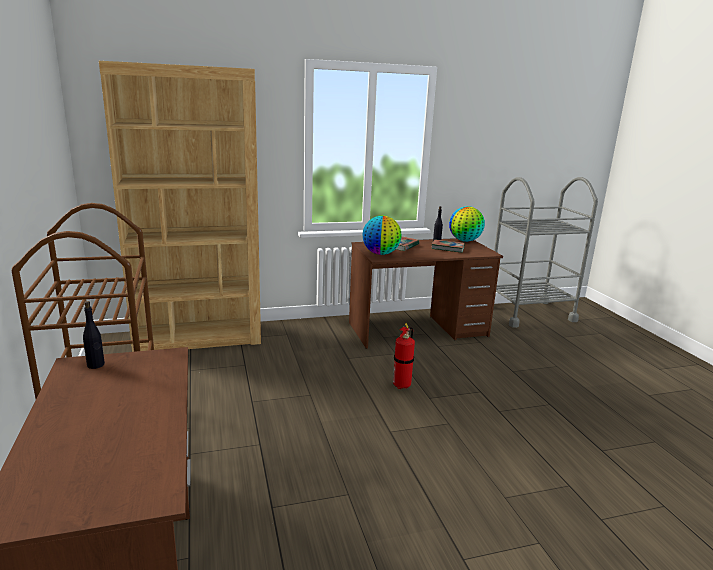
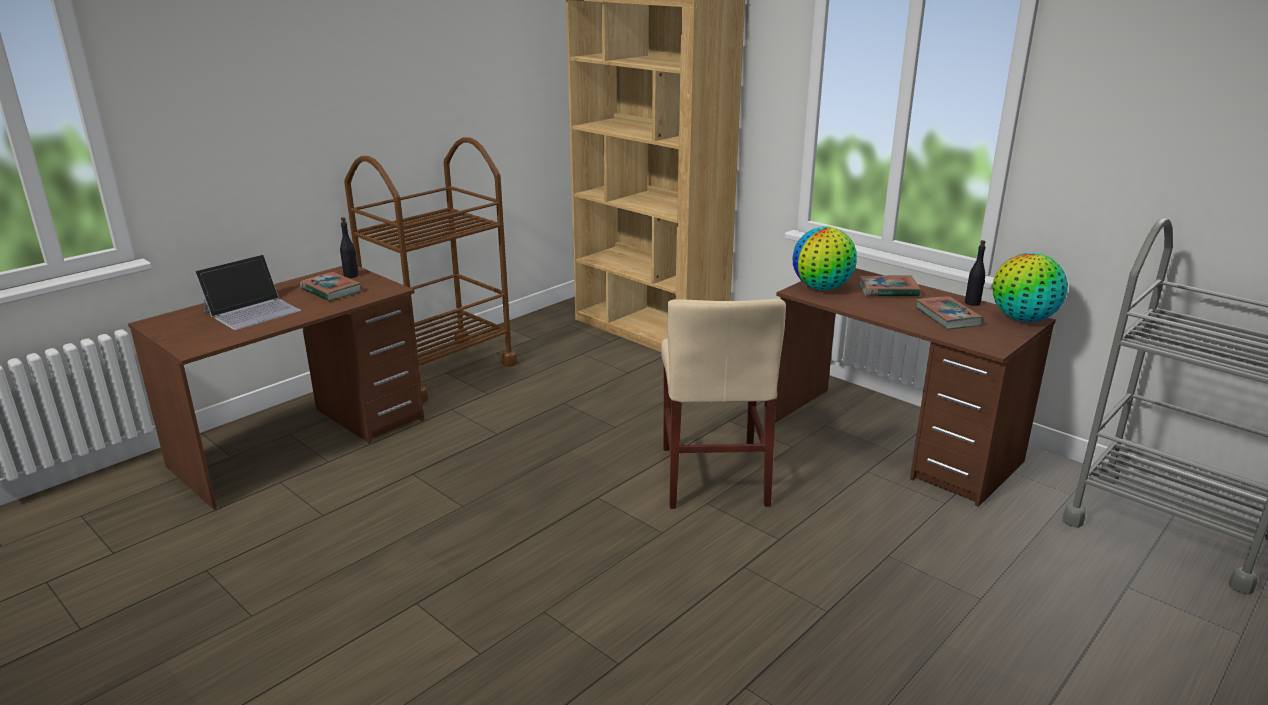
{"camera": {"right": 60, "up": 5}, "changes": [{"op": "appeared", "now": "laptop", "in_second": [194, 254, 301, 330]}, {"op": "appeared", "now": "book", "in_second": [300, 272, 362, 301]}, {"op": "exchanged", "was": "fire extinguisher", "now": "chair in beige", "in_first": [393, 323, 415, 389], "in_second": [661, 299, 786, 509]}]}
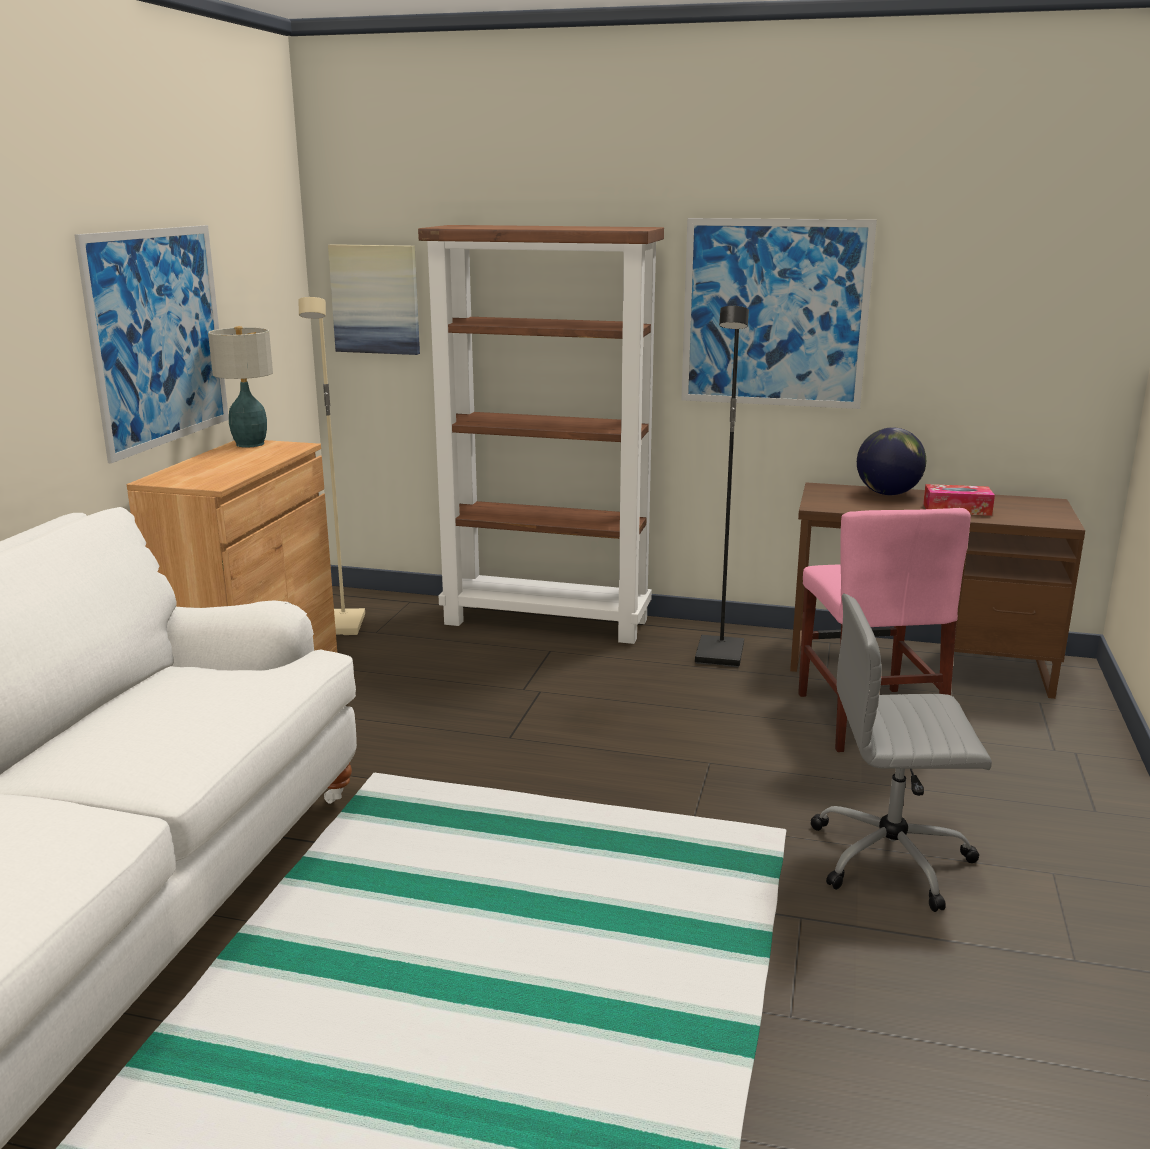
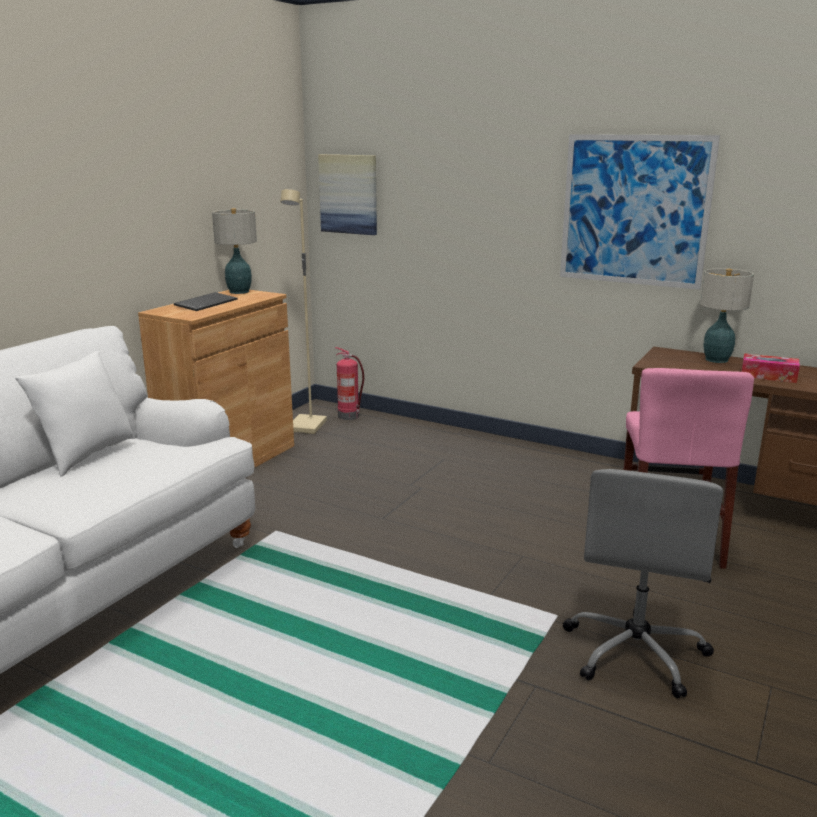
{"camera": {"right": 15, "up": 0}, "changes": [{"op": "appeared", "now": "throw pillow in white", "in_second": [15, 351, 135, 477]}, {"op": "appeared", "now": "keyboard", "in_second": [174, 292, 237, 311]}, {"op": "appeared", "now": "fire extinguisher", "in_second": [335, 347, 364, 420]}, {"op": "spun", "was": "computer chair in greyish", "in_first": [811, 593, 992, 912], "in_second": [563, 469, 723, 698], "clockwise": -90}, {"op": "exchanged", "was": "globe", "now": "lamp for a table", "in_first": [857, 427, 926, 495], "in_second": [700, 268, 754, 363]}, {"op": "missing", "was": "picture", "in_first": [74, 225, 229, 463]}, {"op": "missing", "was": "bookcase in brown", "in_first": [418, 225, 664, 644]}, {"op": "missing", "was": "standing lamp in black", "in_first": [695, 306, 749, 667]}]}
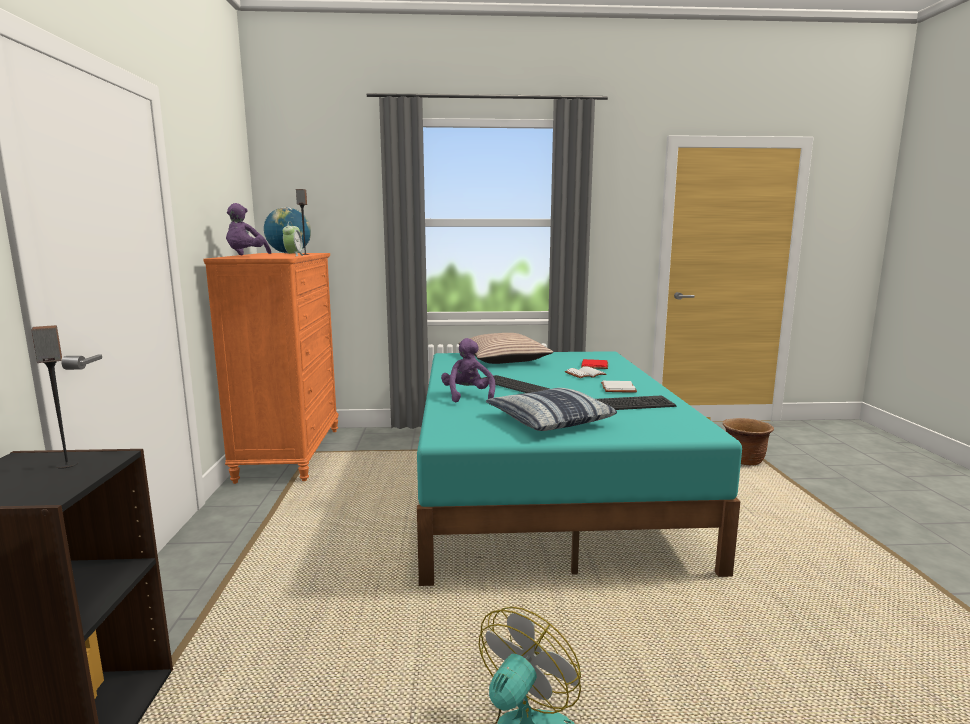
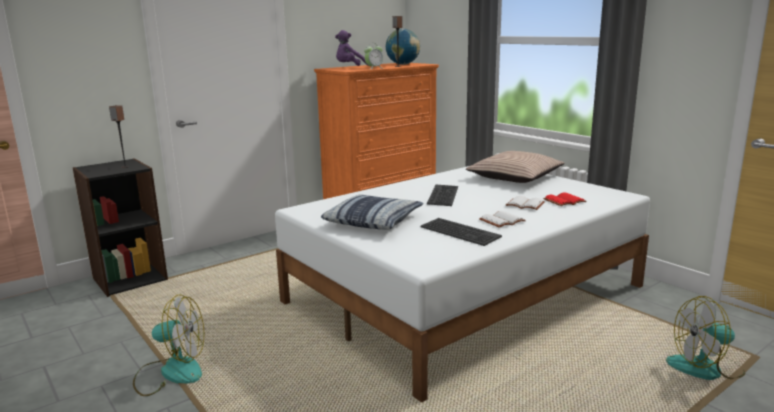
{"camera": {"right": 55, "up": 5}, "changes": [{"op": "colour", "was": "bed in blue-green", "now": "bed in white", "in_first": [417, 351, 742, 586], "in_second": [275, 166, 650, 403]}, {"op": "exchanged", "was": "planter in brown", "now": "electric fan", "in_first": [723, 418, 774, 465], "in_second": [666, 296, 745, 380]}, {"op": "missing", "was": "cuddly toy in purplish", "in_first": [441, 338, 495, 402]}]}
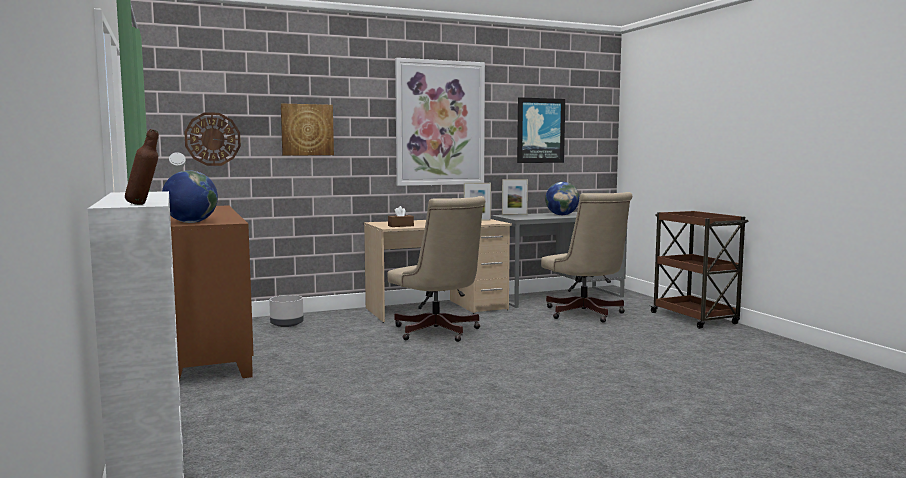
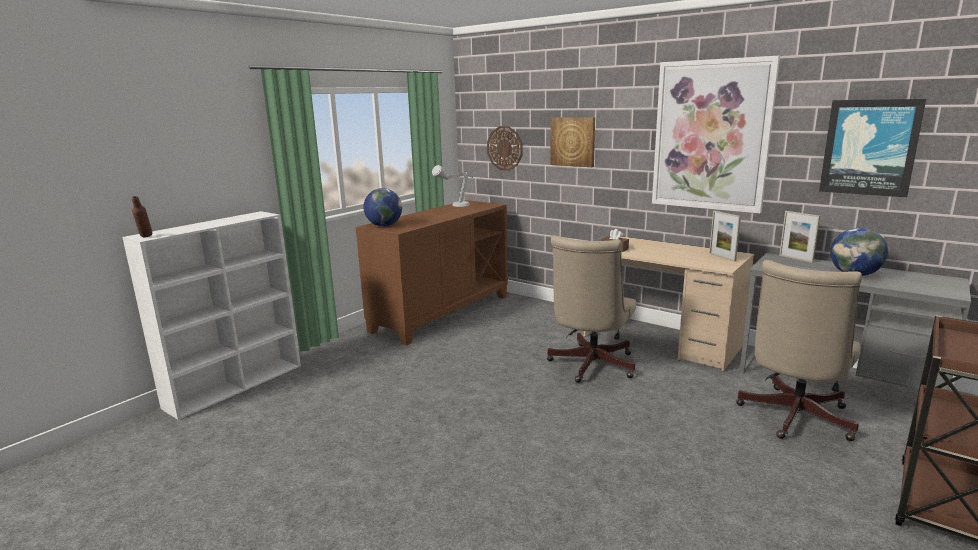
{"camera": {"right": 60, "up": 10}, "changes": [{"op": "missing", "was": "planter in greyish", "in_first": [269, 295, 304, 327]}]}
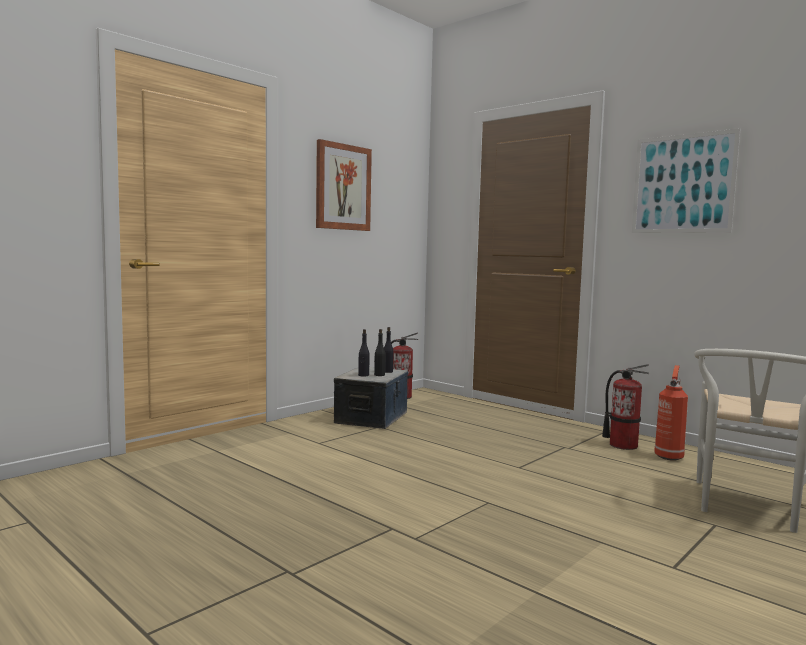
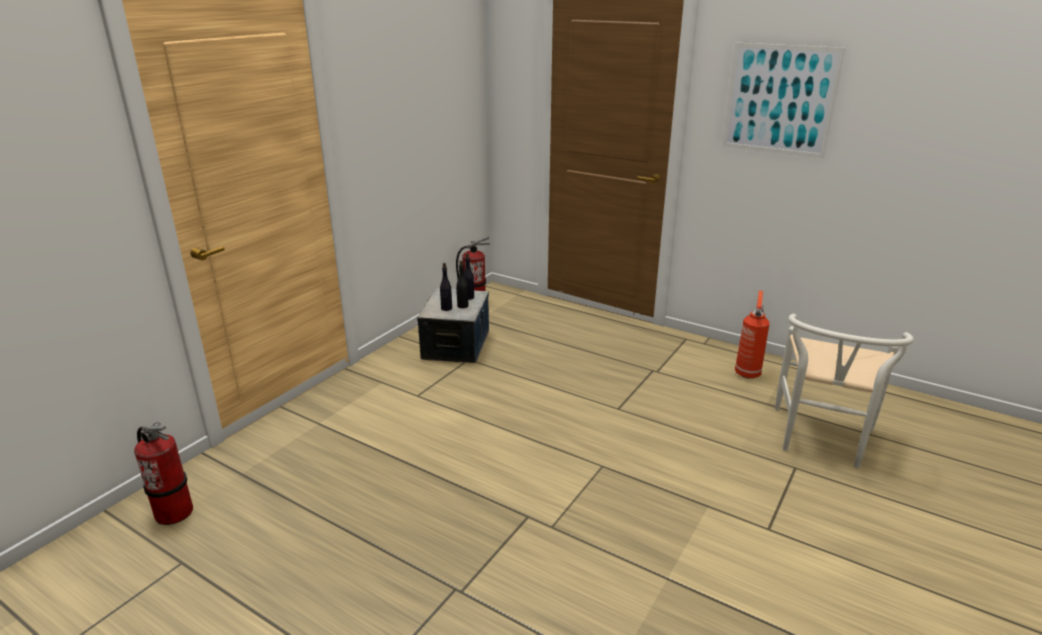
{"camera": {"right": -10, "up": 20}, "changes": [{"op": "relocated", "was": "fire extinguisher", "in_first": [602, 364, 649, 450], "in_second": [134, 422, 193, 525]}, {"op": "missing", "was": "picture", "in_first": [316, 139, 372, 231]}]}
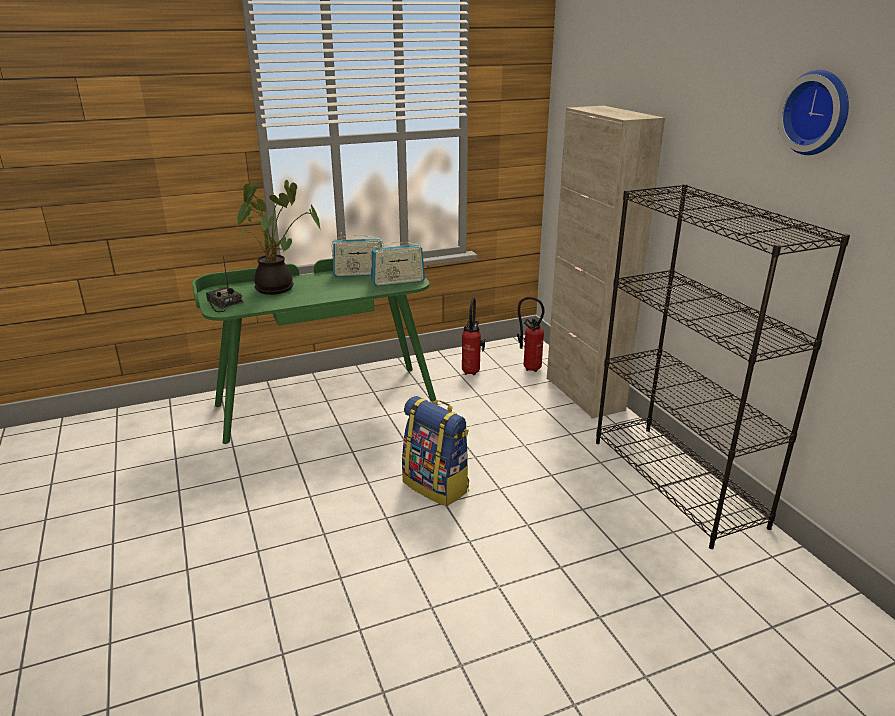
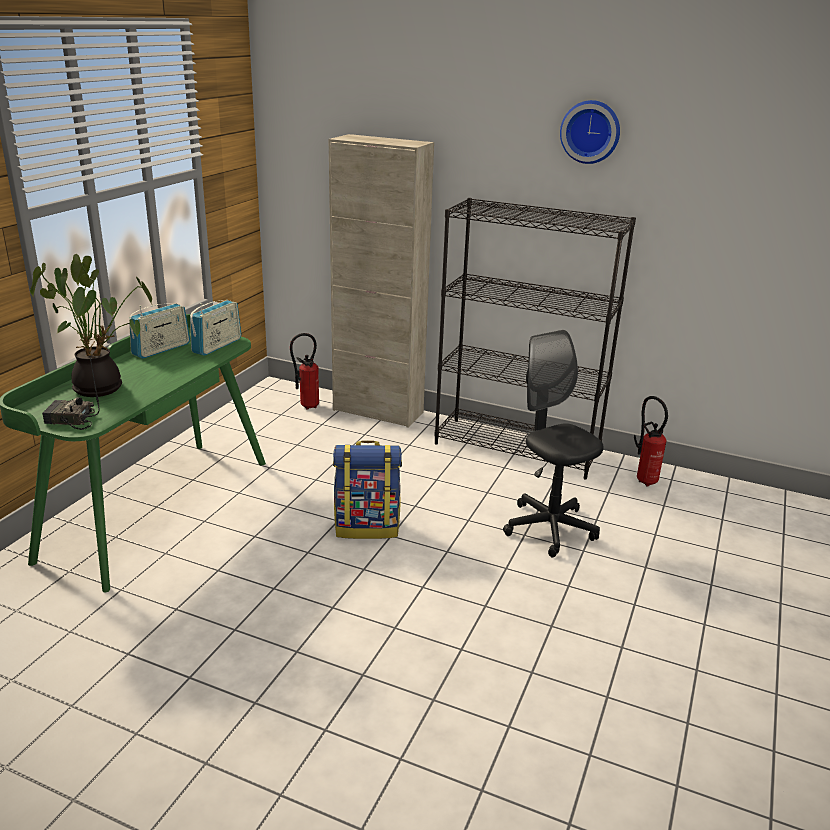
{"camera": {"right": -45, "up": 0}, "changes": [{"op": "appeared", "now": "computer chair in black", "in_second": [503, 330, 604, 557]}, {"op": "relocated", "was": "fire extinguisher", "in_first": [462, 297, 485, 375], "in_second": [634, 396, 668, 487]}]}
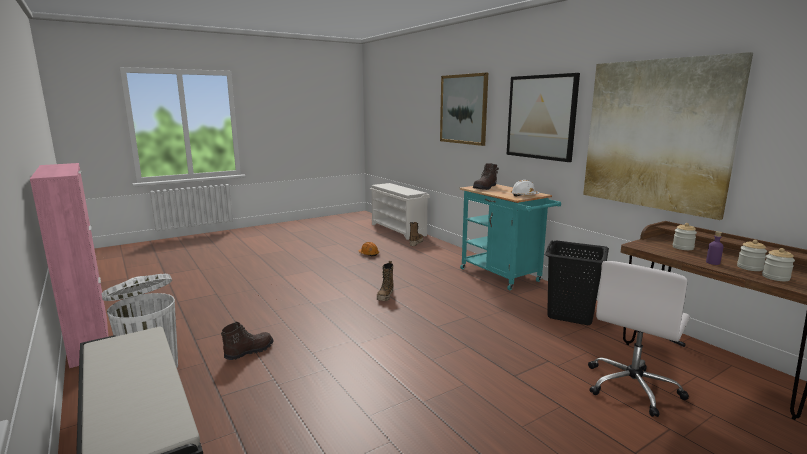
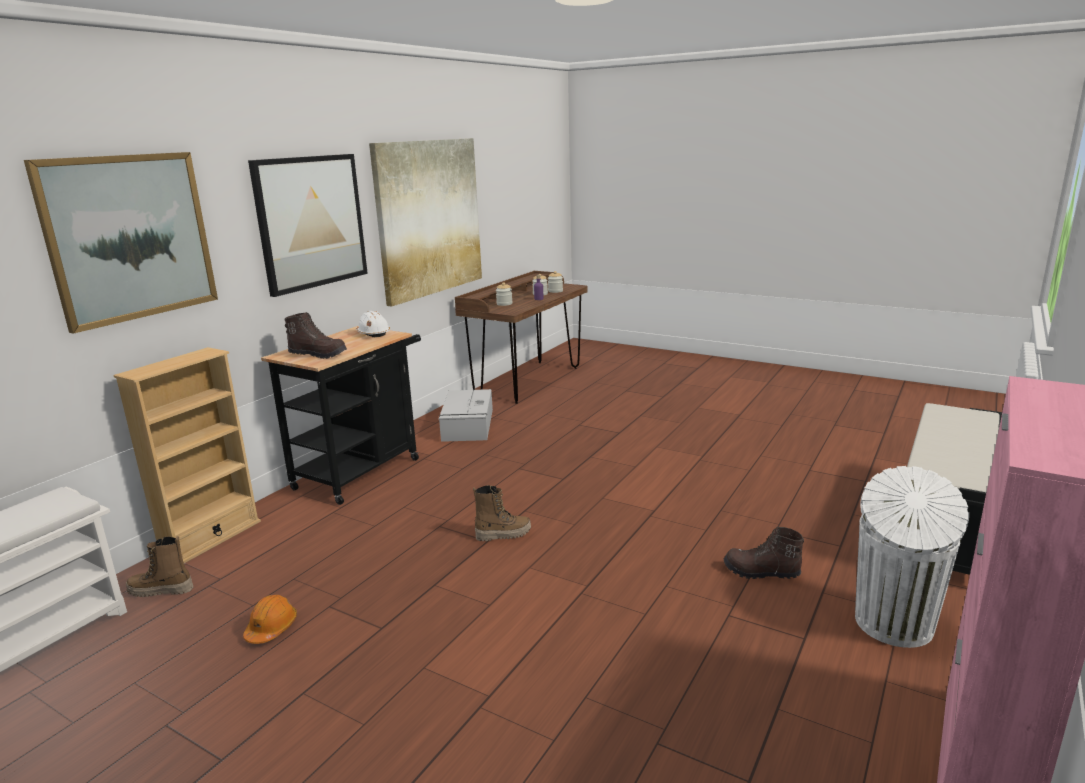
{"camera": {"right": -115, "up": 5}, "changes": [{"op": "appeared", "now": "bookcase in beige", "in_second": [113, 347, 261, 563]}, {"op": "colour", "was": "trolley in blue-green", "now": "trolley in black", "in_first": [460, 184, 561, 290], "in_second": [261, 326, 421, 505]}, {"op": "exchanged", "was": "laundry basket in black", "now": "storage box in greyish", "in_first": [545, 240, 609, 325], "in_second": [439, 389, 493, 442]}, {"op": "missing", "was": "computer chair in white", "in_first": [588, 261, 690, 417]}]}
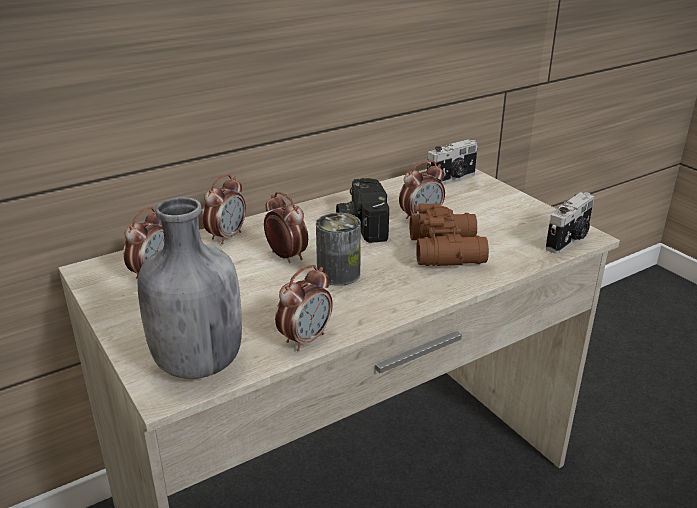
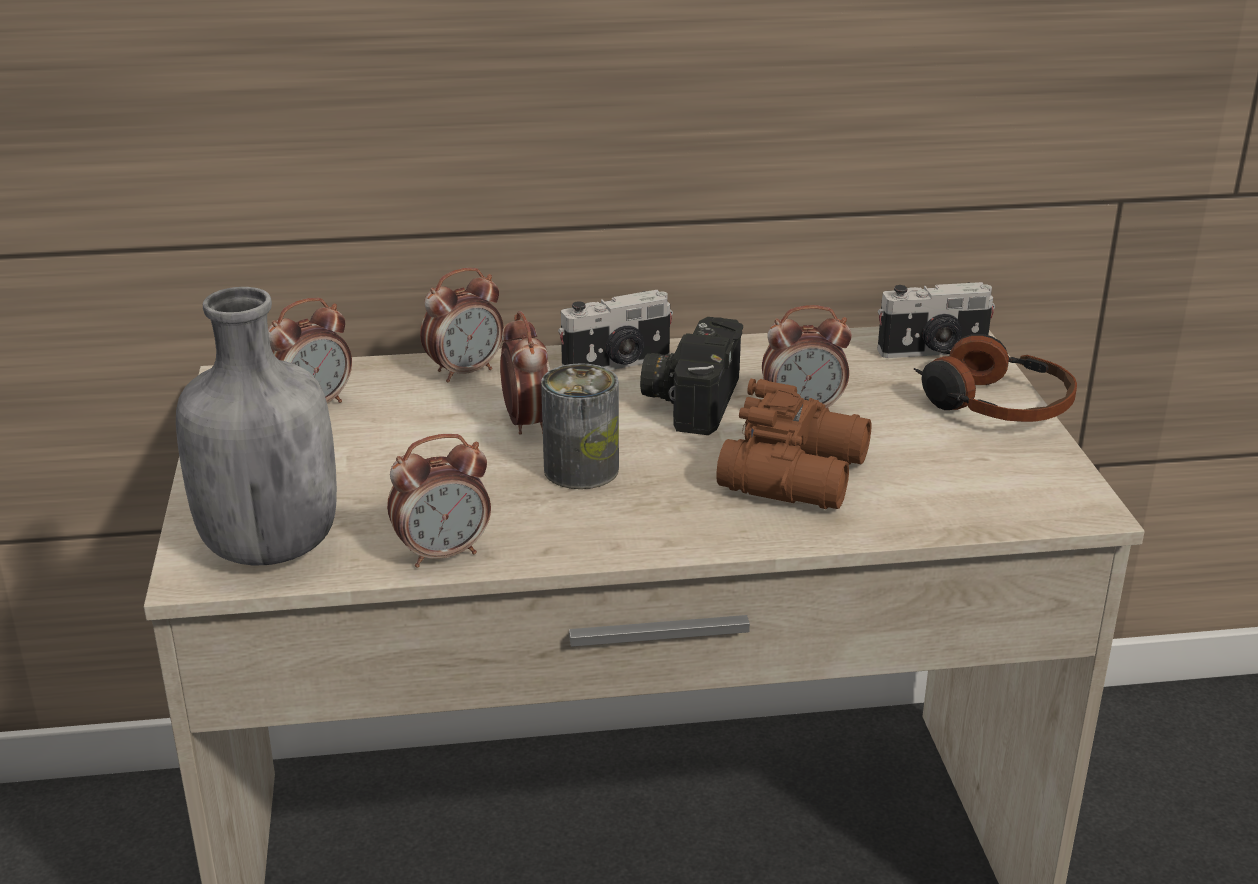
{"camera": {"right": 25, "up": 0}, "changes": [{"op": "relocated", "was": "still camera", "in_first": [545, 192, 595, 254], "in_second": [558, 290, 673, 370]}, {"op": "appeared", "now": "pair of headphones", "in_second": [914, 334, 1077, 422]}]}
